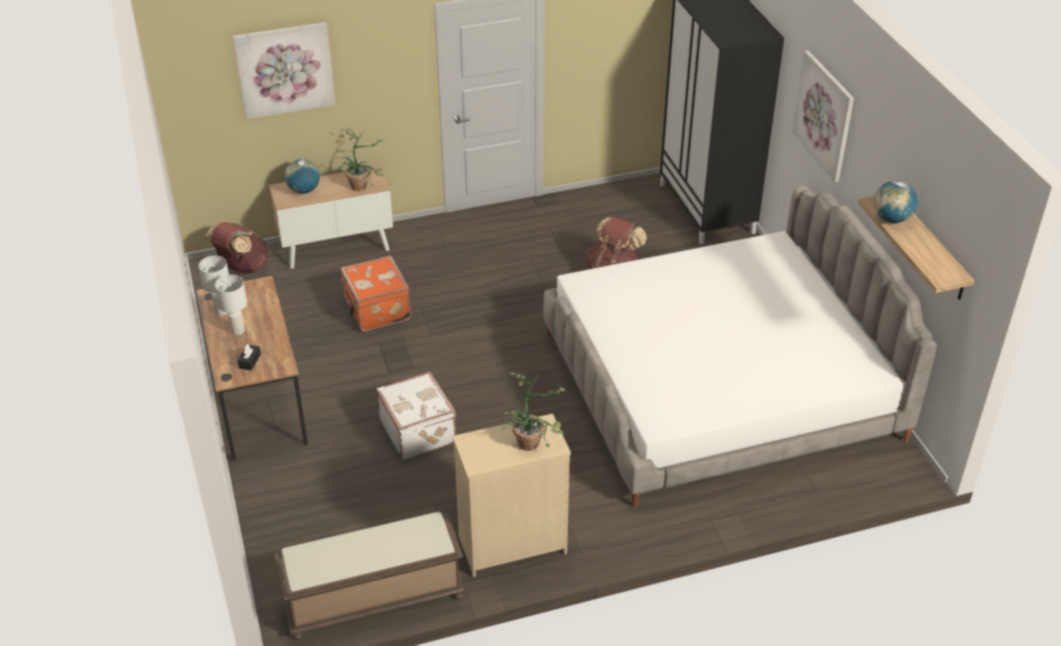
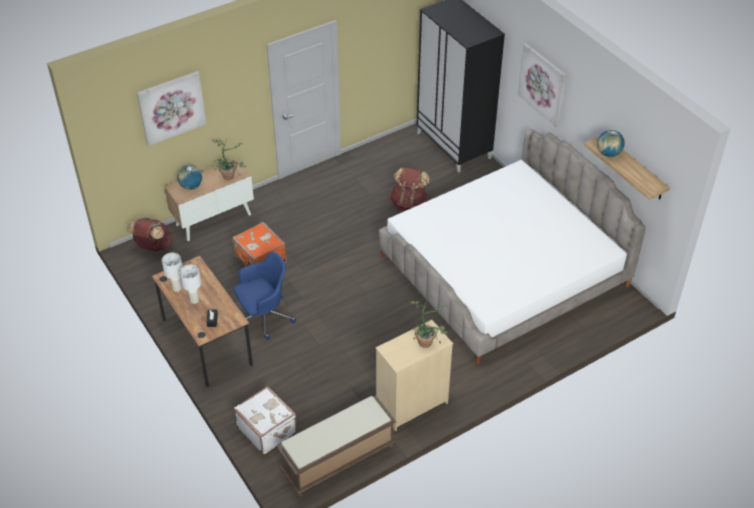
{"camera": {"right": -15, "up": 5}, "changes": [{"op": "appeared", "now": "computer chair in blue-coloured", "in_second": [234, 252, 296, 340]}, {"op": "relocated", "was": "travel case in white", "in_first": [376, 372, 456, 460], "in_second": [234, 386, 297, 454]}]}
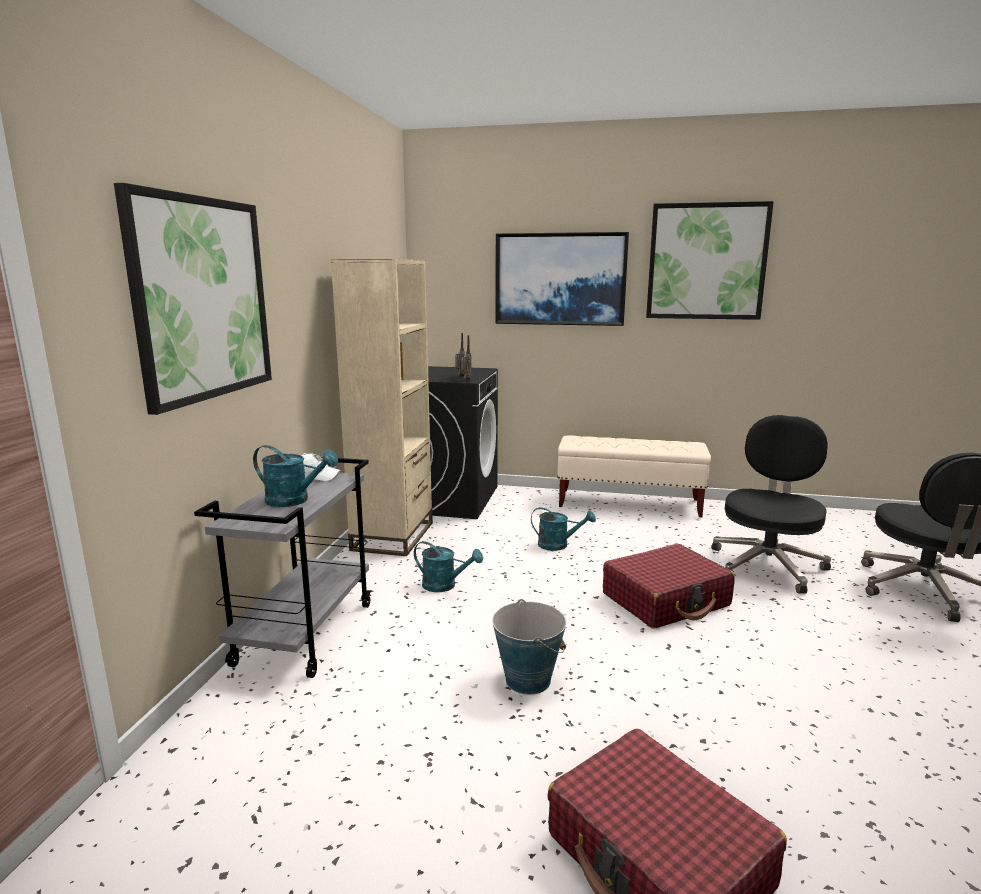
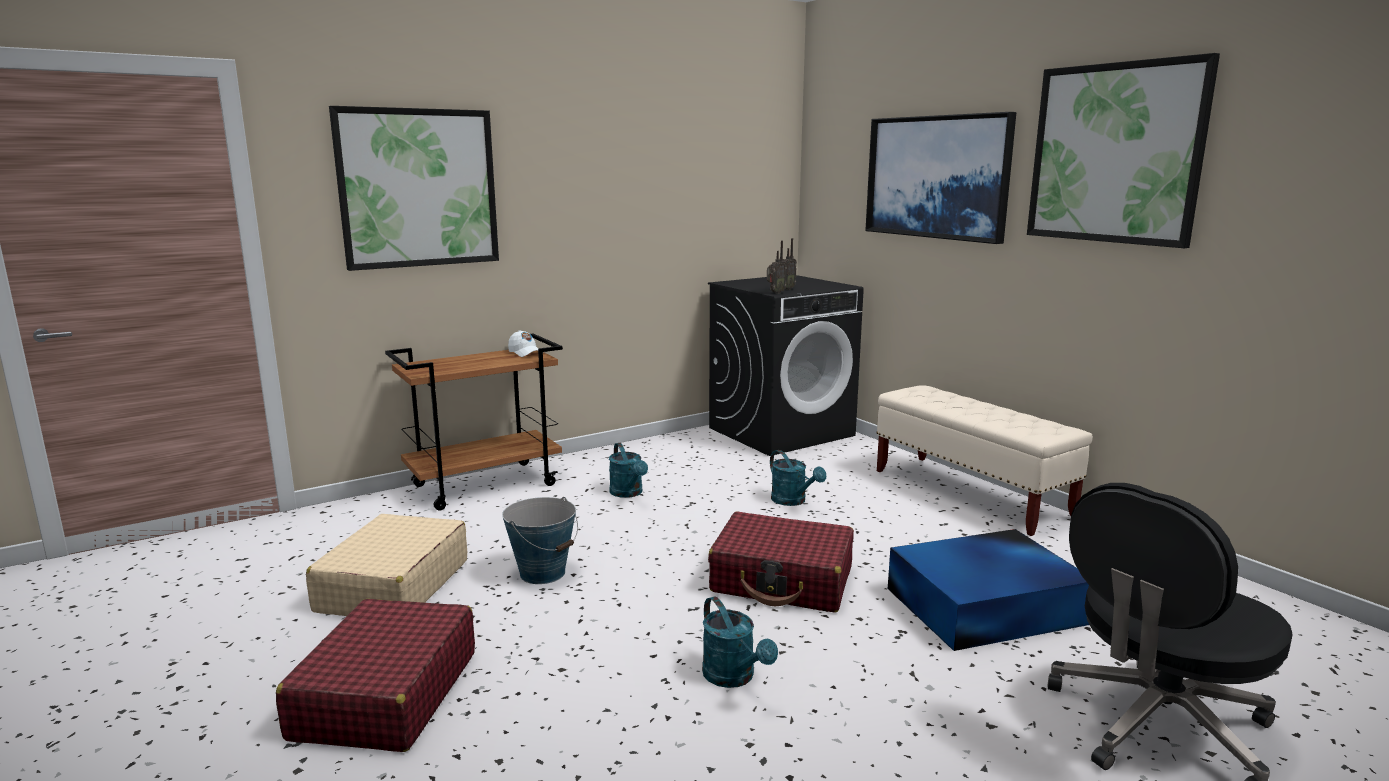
{"camera": {"right": 45, "up": 0}, "changes": [{"op": "appeared", "now": "travel case in beige", "in_second": [306, 514, 467, 616]}, {"op": "colour", "was": "trolley in greyish", "now": "trolley in brown", "in_first": [194, 457, 371, 678], "in_second": [385, 334, 563, 511]}, {"op": "relocated", "was": "watering pot in blue-green", "in_first": [253, 445, 338, 507], "in_second": [702, 596, 778, 688]}, {"op": "exchanged", "was": "computer chair in black", "now": "storage box in blue-coloured", "in_first": [711, 415, 831, 594], "in_second": [888, 529, 1089, 651]}, {"op": "missing", "was": "bookcase in beige", "in_first": [331, 259, 433, 556]}]}
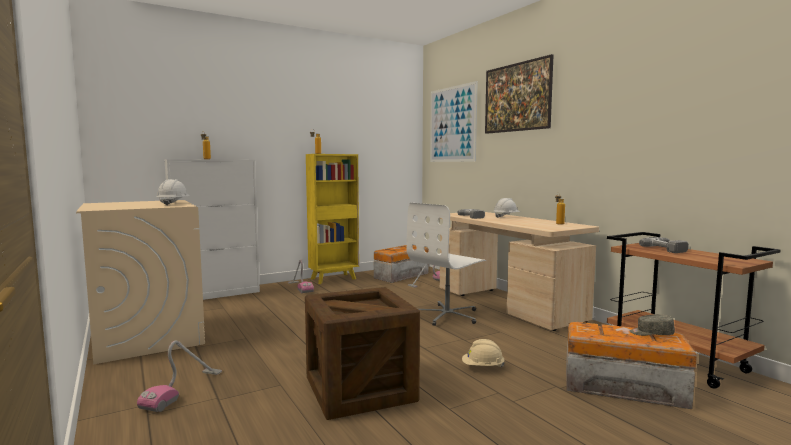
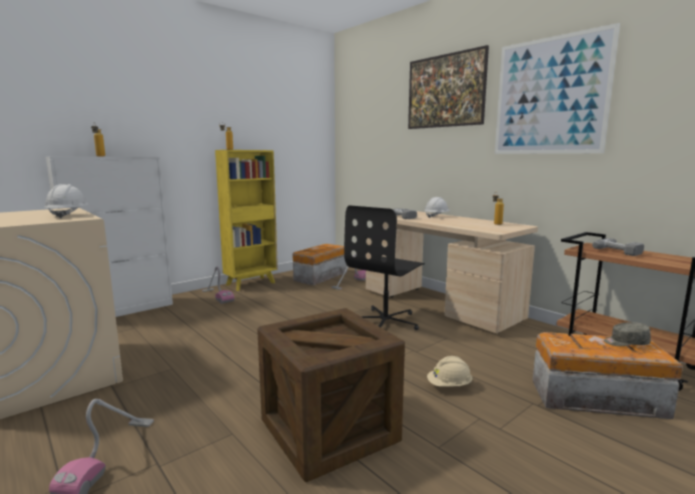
{"camera": {"right": -10, "up": 5}, "changes": [{"op": "colour", "was": "computer chair in white", "now": "computer chair in black", "in_first": [406, 203, 486, 326], "in_second": [344, 205, 425, 330]}, {"op": "relocated", "was": "picture", "in_first": [430, 81, 478, 162], "in_second": [495, 23, 620, 154]}]}
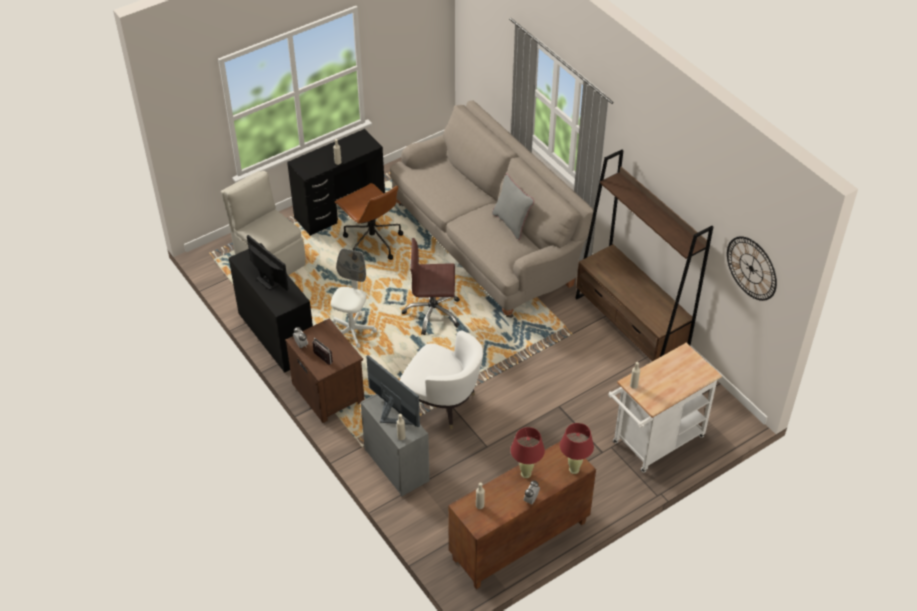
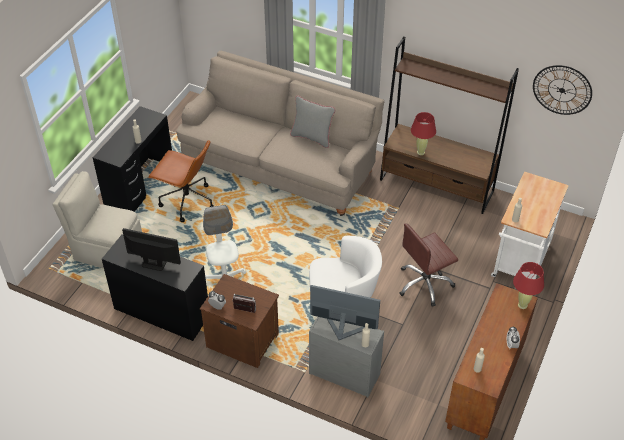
{"camera": {"right": -30, "up": 0}, "changes": [{"op": "relocated", "was": "computer chair in brown", "in_first": [402, 238, 460, 335], "in_second": [399, 223, 458, 307]}, {"op": "relocated", "was": "lamp for a table in red", "in_first": [510, 427, 545, 478], "in_second": [411, 112, 436, 155]}]}
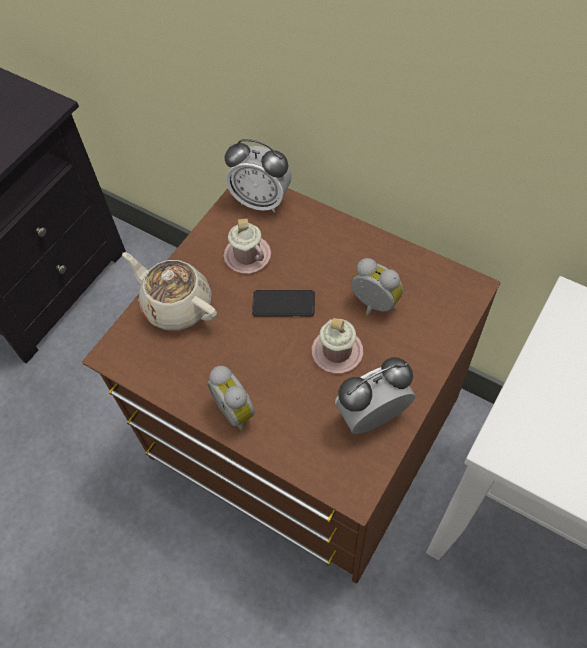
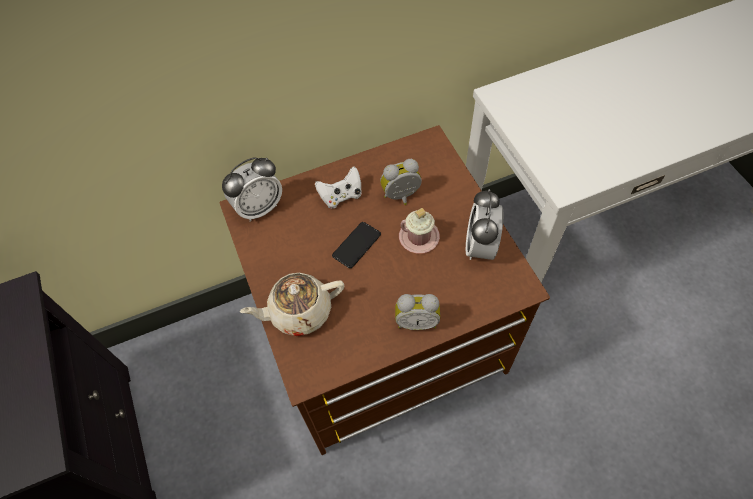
{"camera": {"right": -55, "up": 0}, "changes": [{"op": "appeared", "now": "gamepad in white", "in_second": [315, 166, 362, 208]}, {"op": "missing", "was": "mug in pink", "in_first": [224, 219, 271, 273]}]}
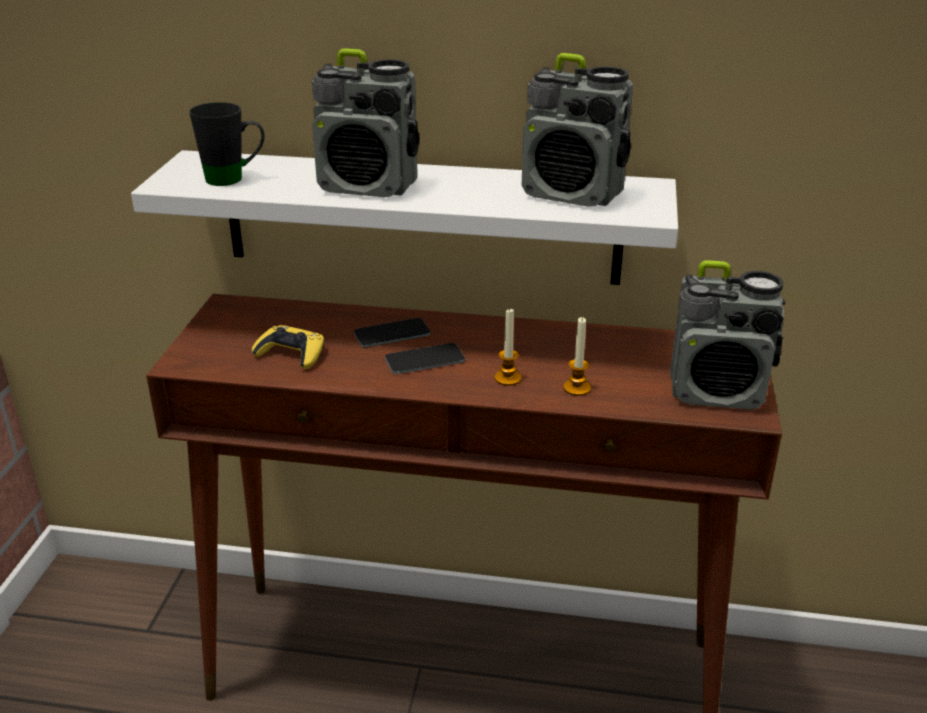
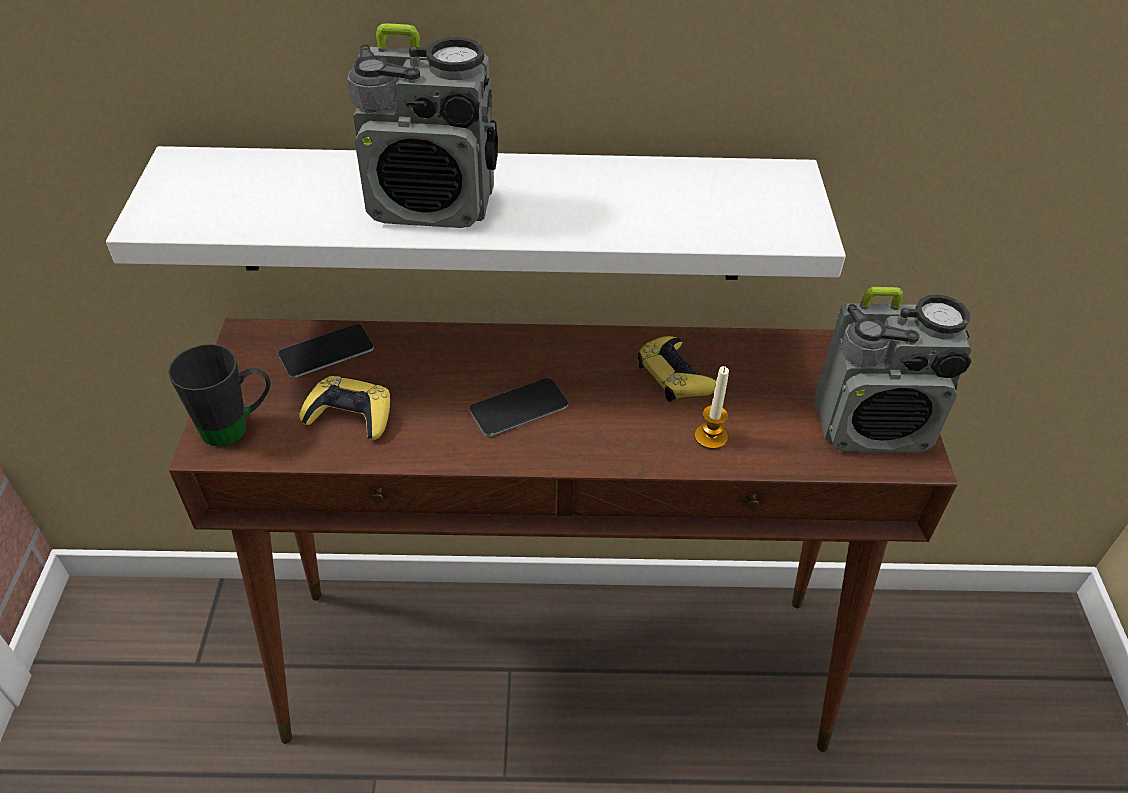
{"camera": {"right": -10, "up": 15}, "changes": [{"op": "relocated", "was": "mug in black", "in_first": [189, 102, 265, 186], "in_second": [168, 344, 271, 446]}, {"op": "relocated", "was": "handset", "in_first": [354, 318, 431, 347], "in_second": [278, 324, 374, 378]}, {"op": "appeared", "now": "gamepad in yellow", "in_second": [638, 336, 716, 402]}, {"op": "missing", "was": "wax candle", "in_first": [494, 308, 522, 386]}, {"op": "missing", "was": "radio set", "in_first": [522, 53, 633, 207]}]}
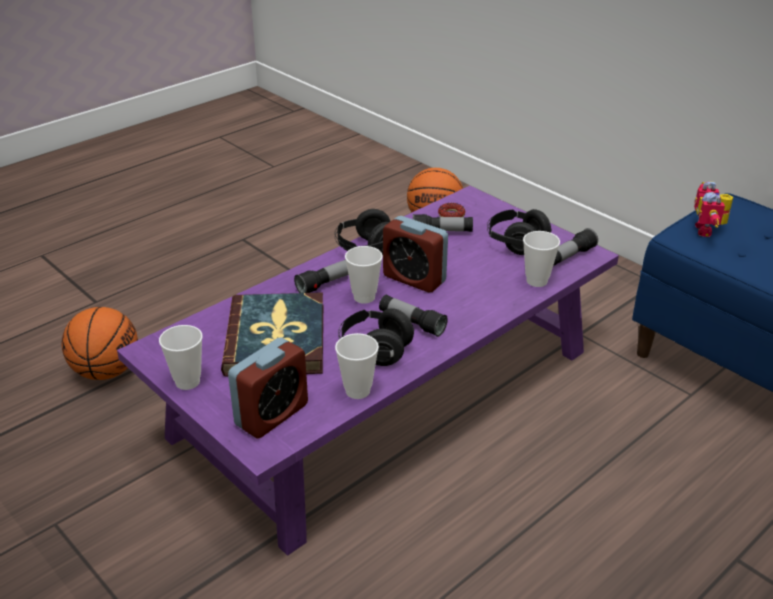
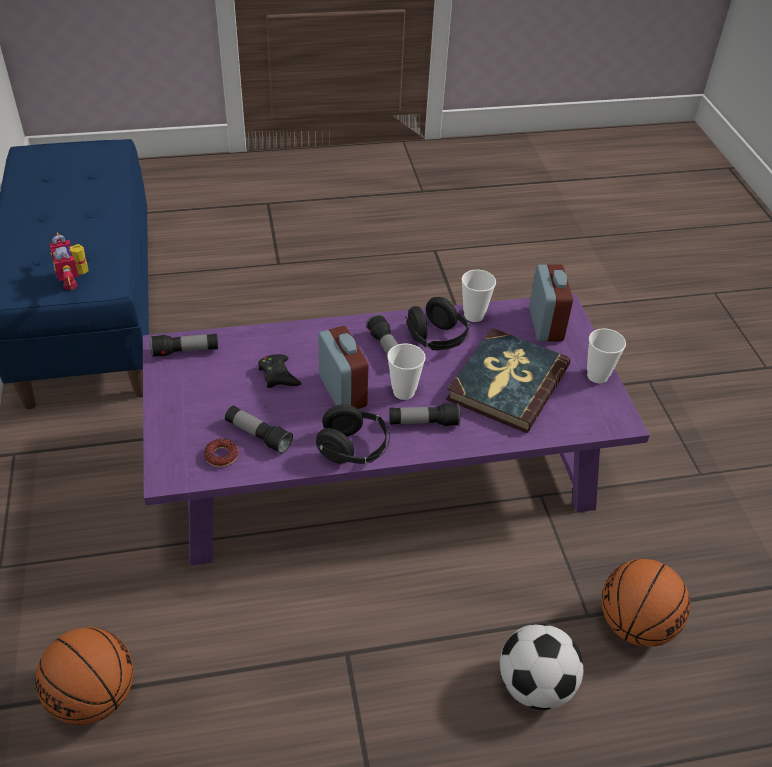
{"camera": {"right": -150, "up": 10}, "changes": [{"op": "spun", "was": "model robot", "in_first": [694, 182, 733, 237], "in_second": [50, 232, 89, 290], "clockwise": 120}, {"op": "appeared", "now": "gamepad in black", "in_second": [258, 354, 301, 388]}, {"op": "appeared", "now": "football", "in_second": [500, 623, 583, 710]}, {"op": "spun", "was": "table clock", "in_first": [228, 338, 308, 438], "in_second": [529, 264, 573, 342], "clockwise": 105}, {"op": "missing", "was": "pair of headphones in black", "in_first": [487, 209, 552, 255]}, {"op": "missing", "was": "drinking cup", "in_first": [523, 231, 560, 287]}]}
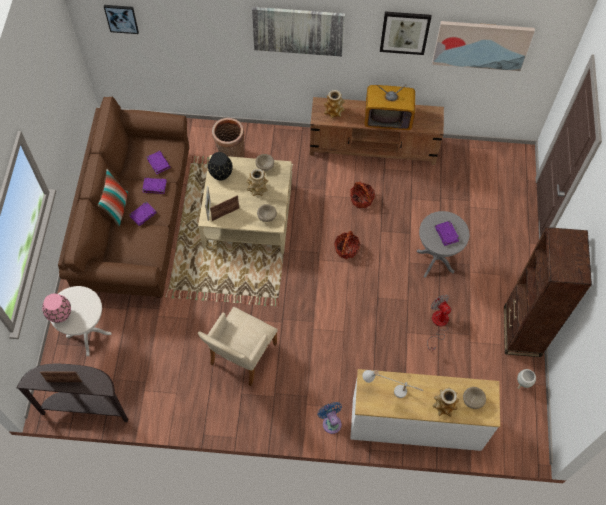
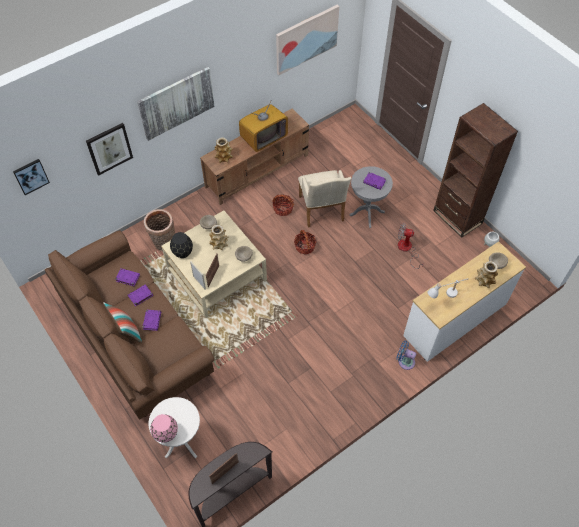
{"camera": {"right": -40, "up": -5}, "changes": [{"op": "relocated", "was": "picture", "in_first": [380, 11, 431, 55], "in_second": [86, 123, 133, 176]}, {"op": "relocated", "was": "easy chair in beige", "in_first": [198, 307, 278, 386], "in_second": [298, 170, 351, 228]}]}
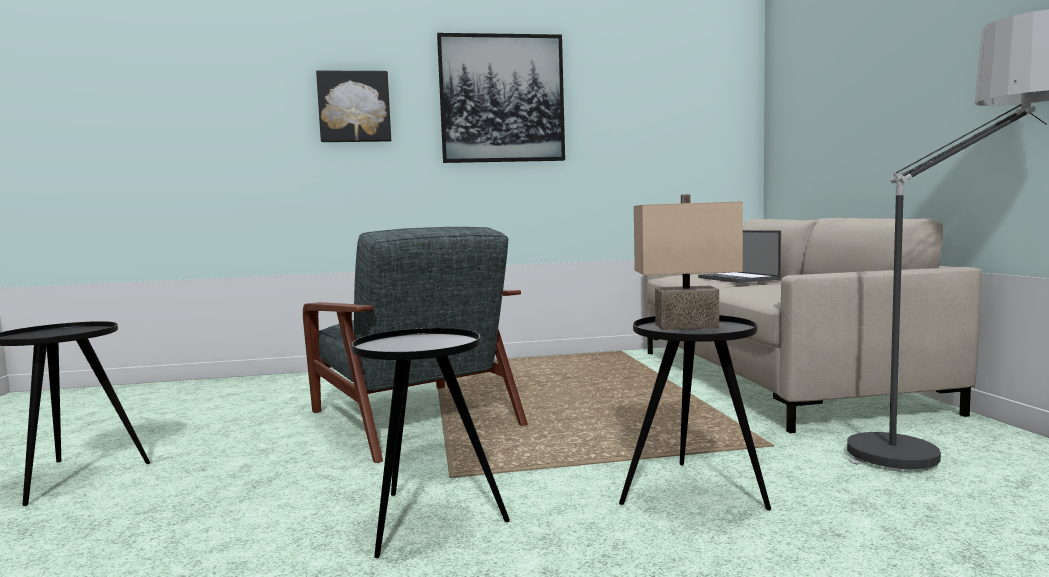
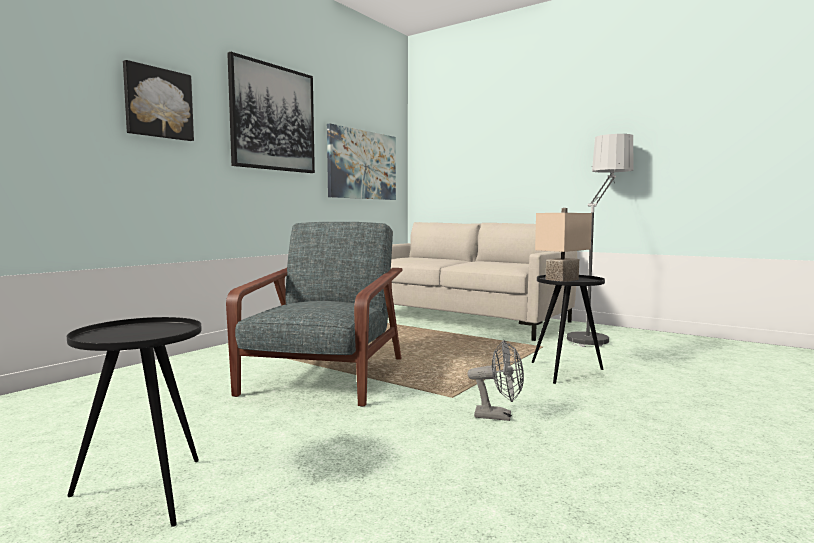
{"camera": {"right": -45, "up": 0}, "changes": [{"op": "spun", "was": "easy chair in greyish", "in_first": [303, 227, 528, 463], "in_second": [226, 222, 403, 407], "clockwise": -90}, {"op": "appeared", "now": "picture", "in_second": [327, 123, 396, 200]}, {"op": "exchanged", "was": "end table in black", "now": "electric fan in greyish", "in_first": [351, 328, 510, 558], "in_second": [467, 340, 524, 421]}, {"op": "missing", "was": "laptop", "in_first": [698, 230, 781, 283]}]}
